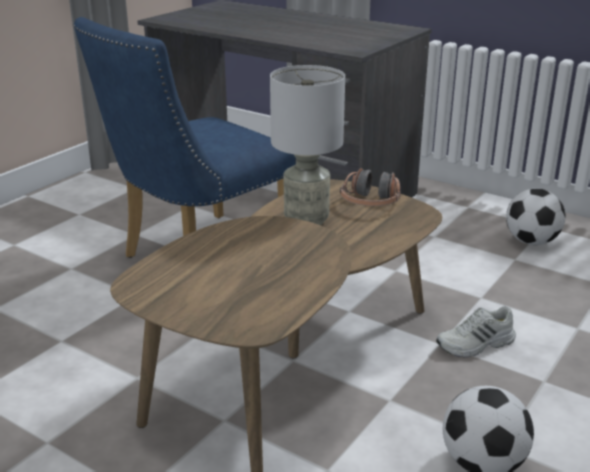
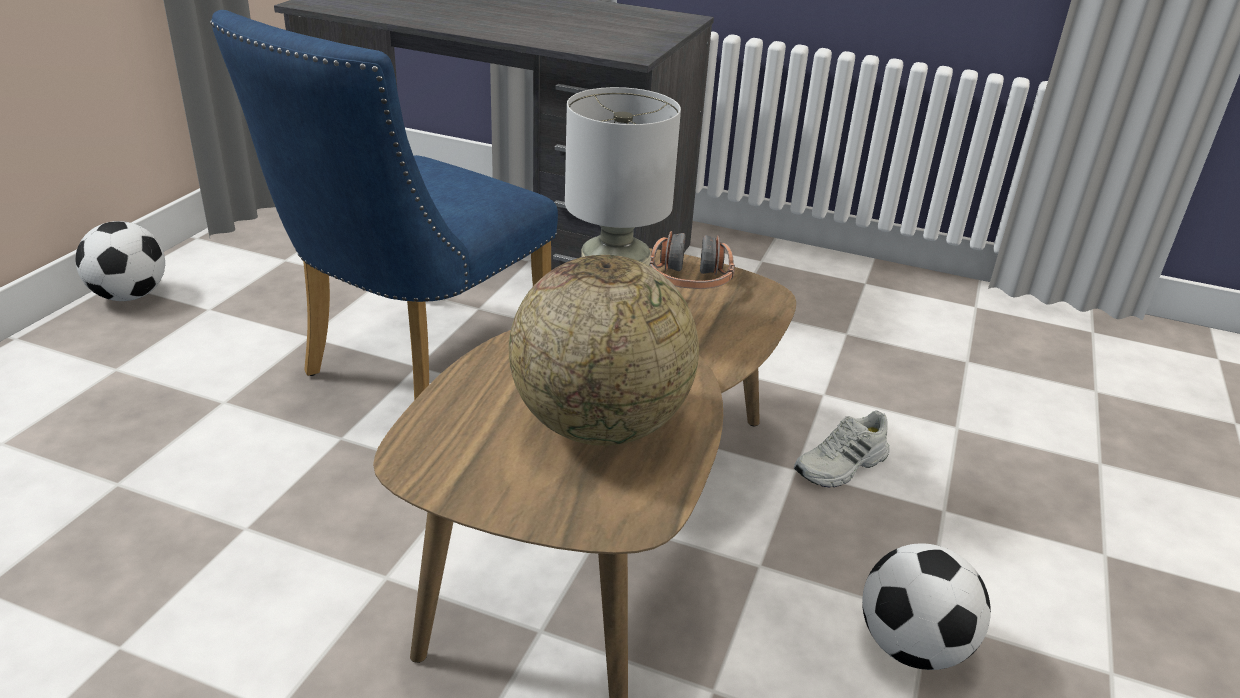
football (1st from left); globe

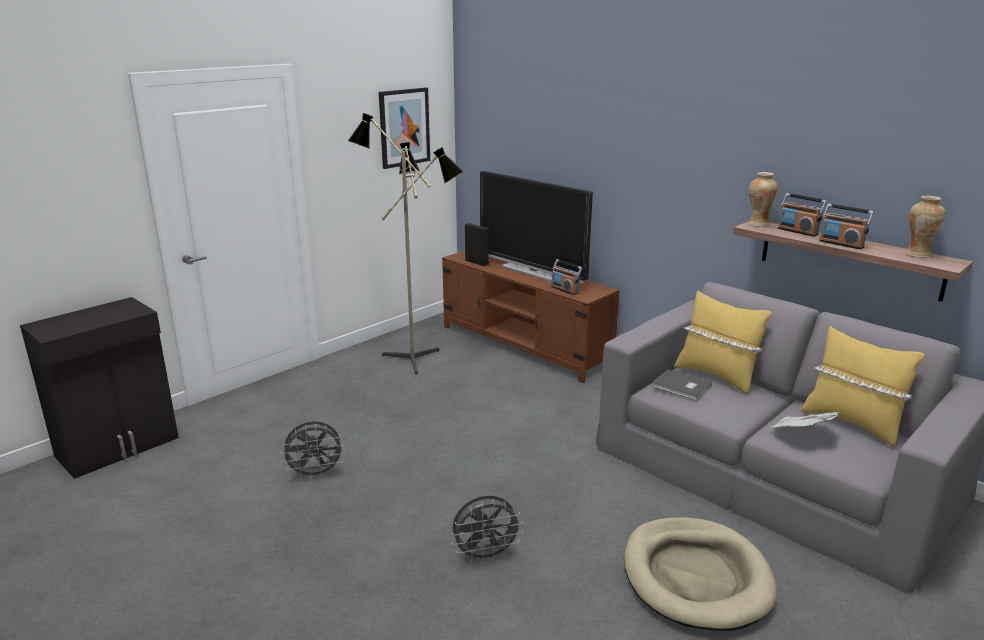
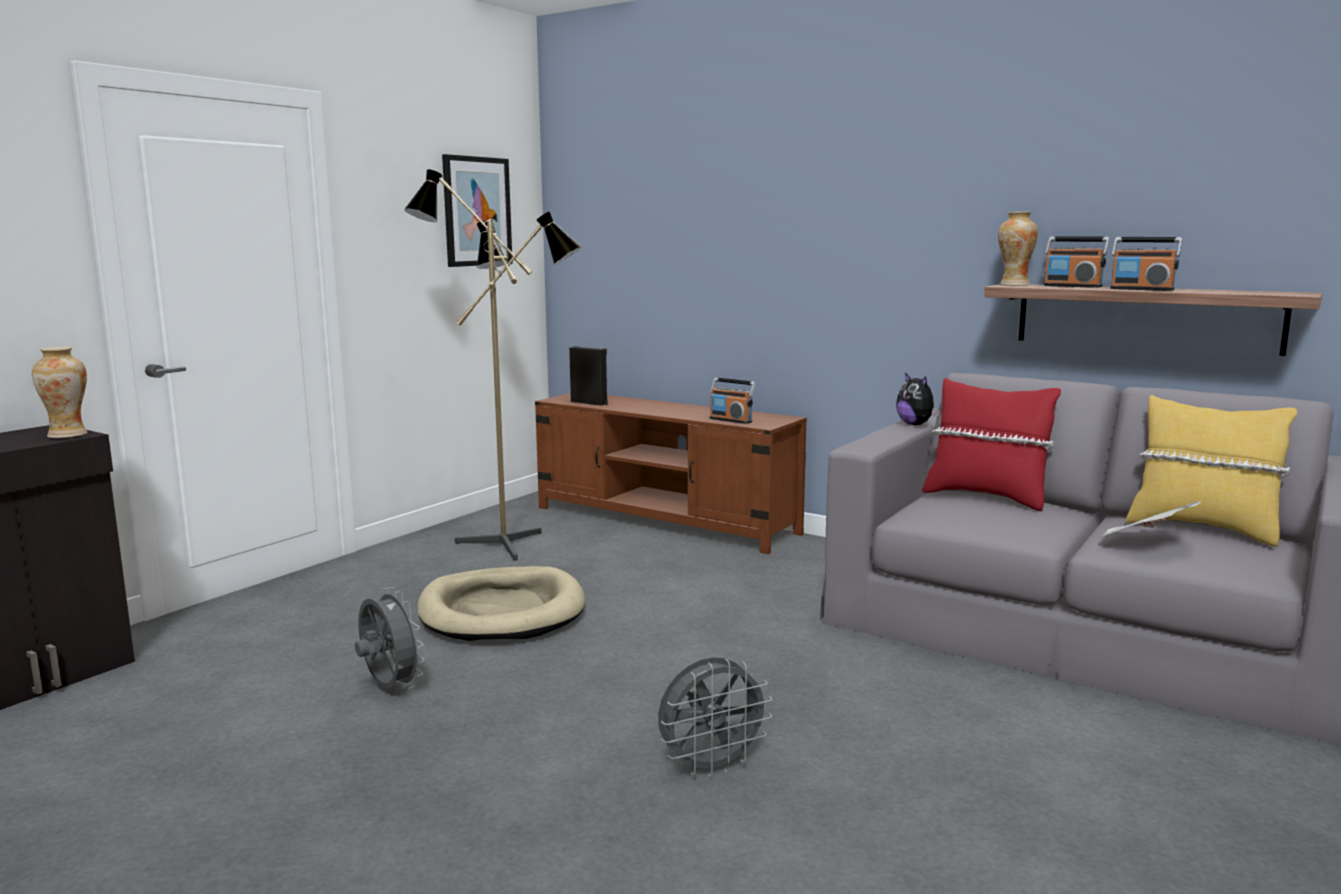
television; vase (1st from left); red pillow; grey book; grey fan (1st from left); beige dog bed; plush toy

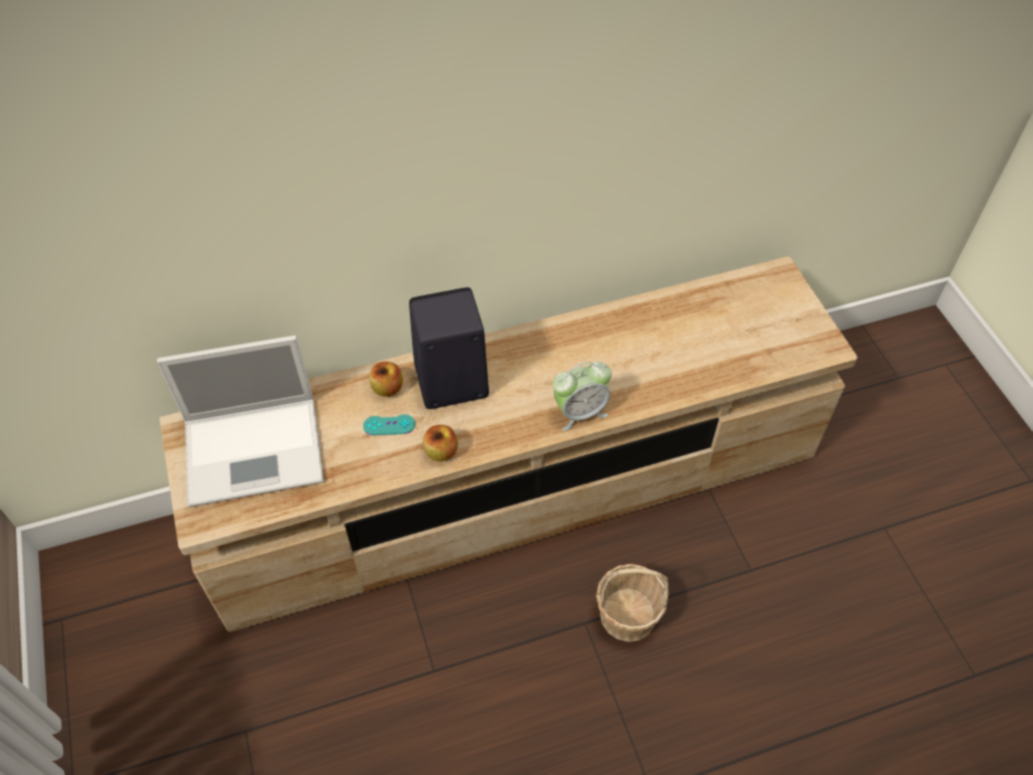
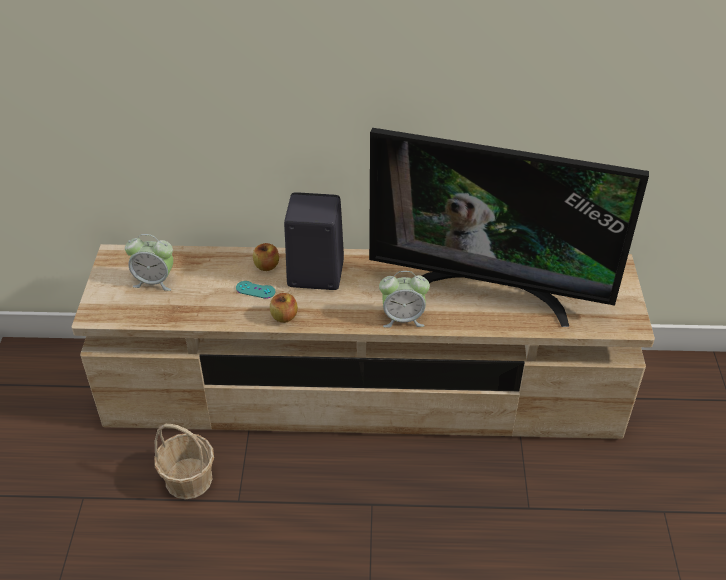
alarm clock (1st from left); basket; television

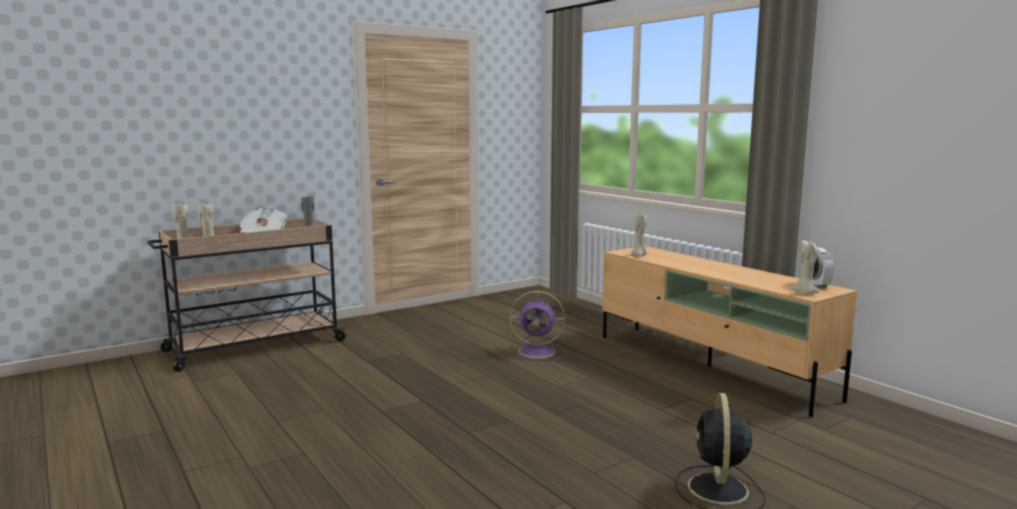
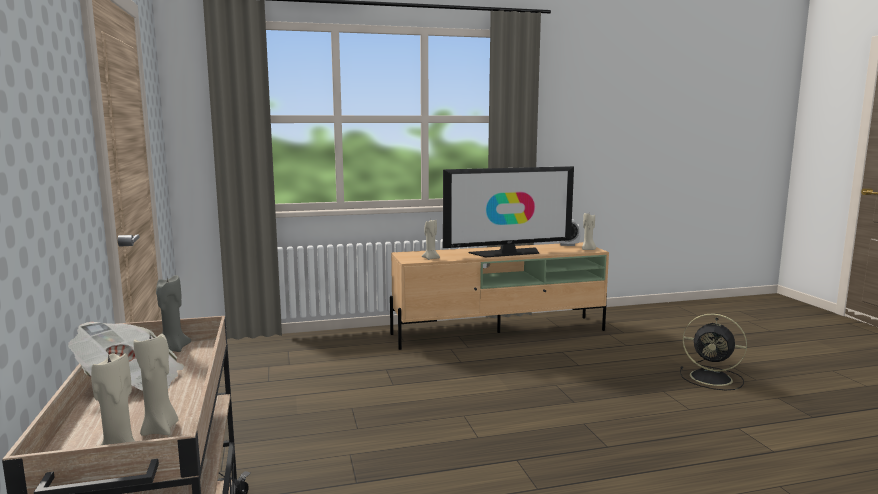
purple fan; television

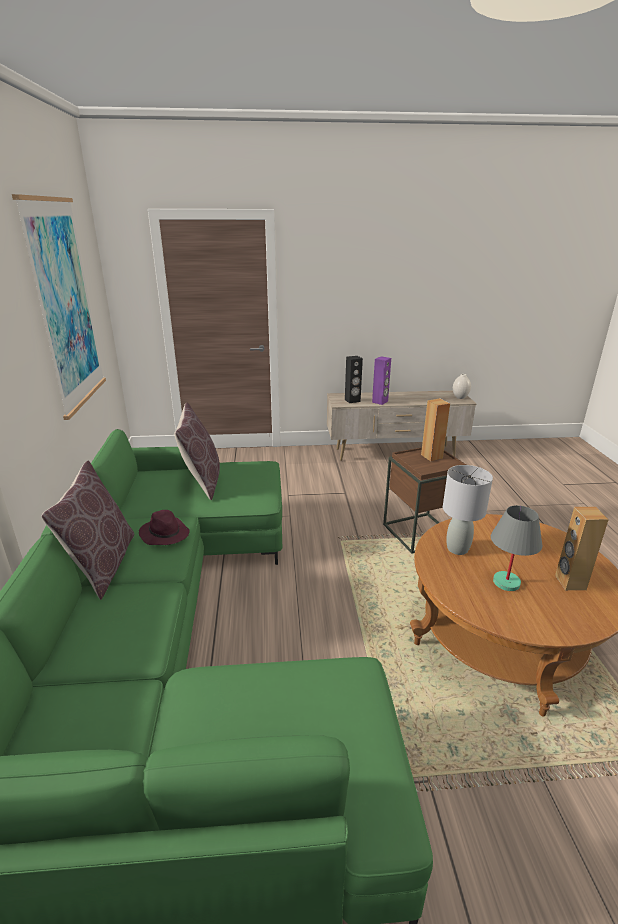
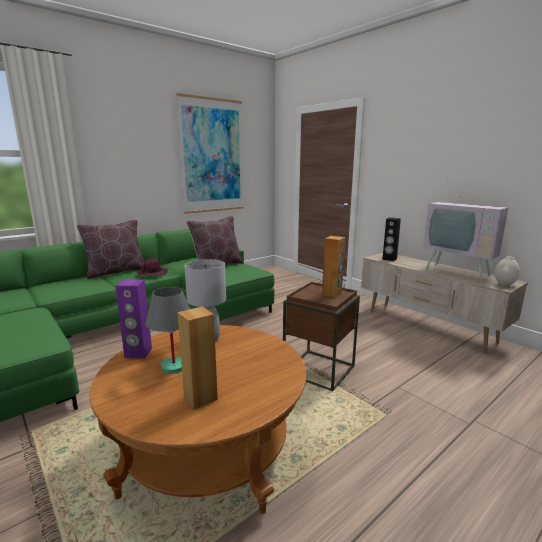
purple speaker; television

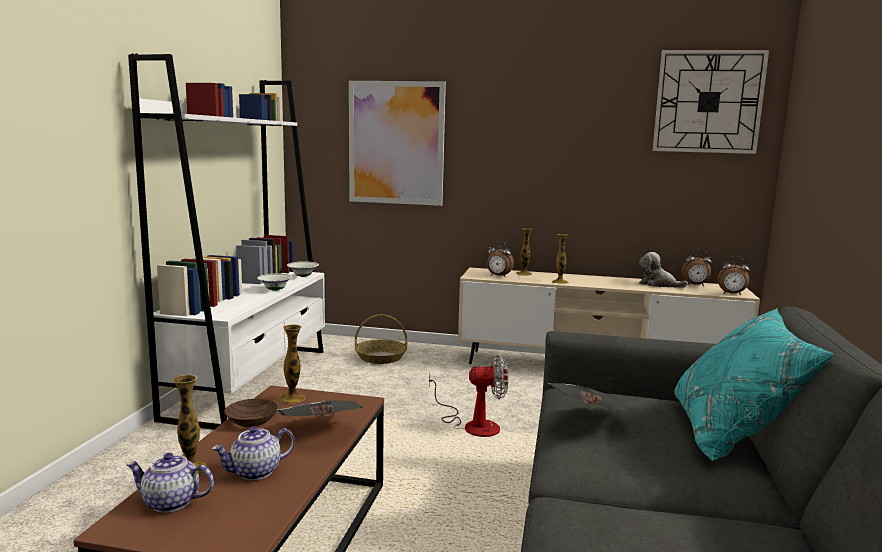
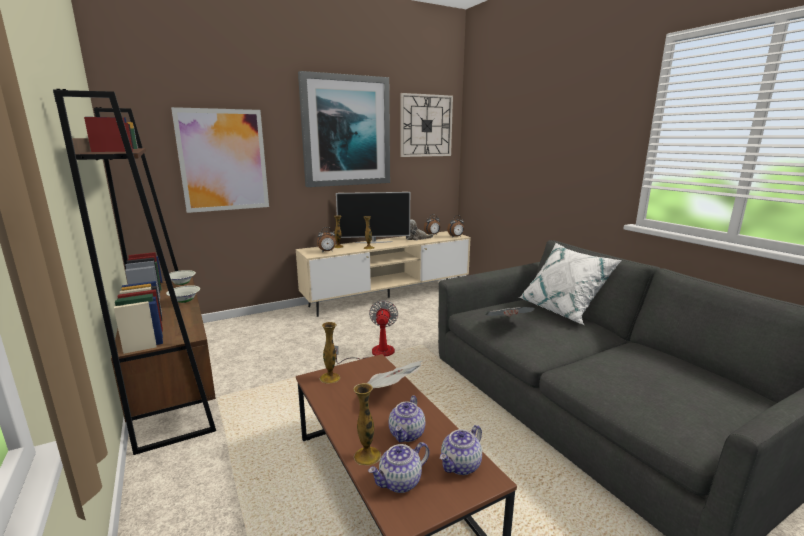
brown bookcase; white pillow; basket; fan; brown bowl; picture (2nd from left); television; teapot (3rd from left)

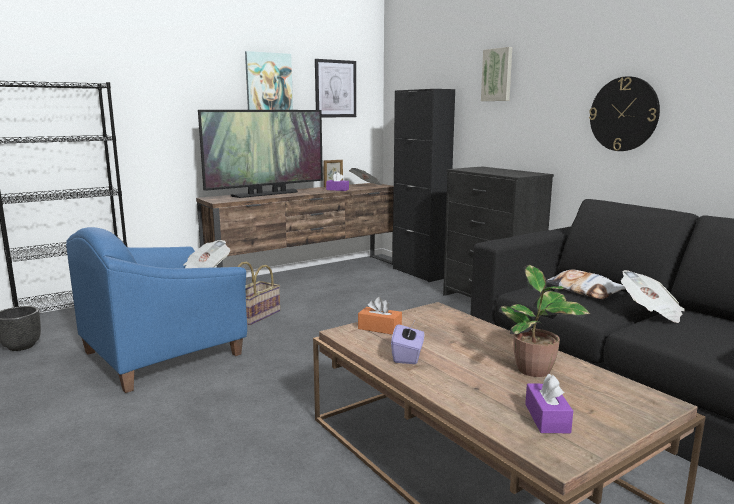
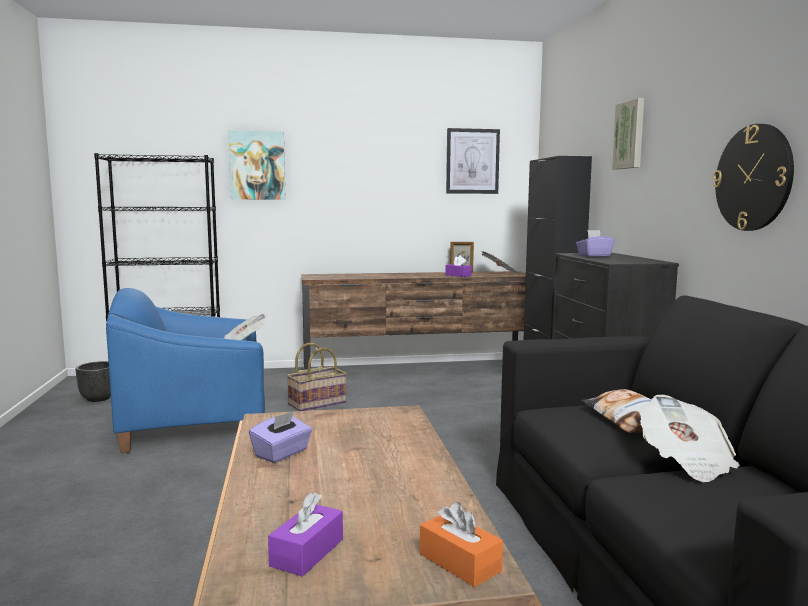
picture (1st from left); television; potted plant; orange tissue box; purple tissue box (4th from left)

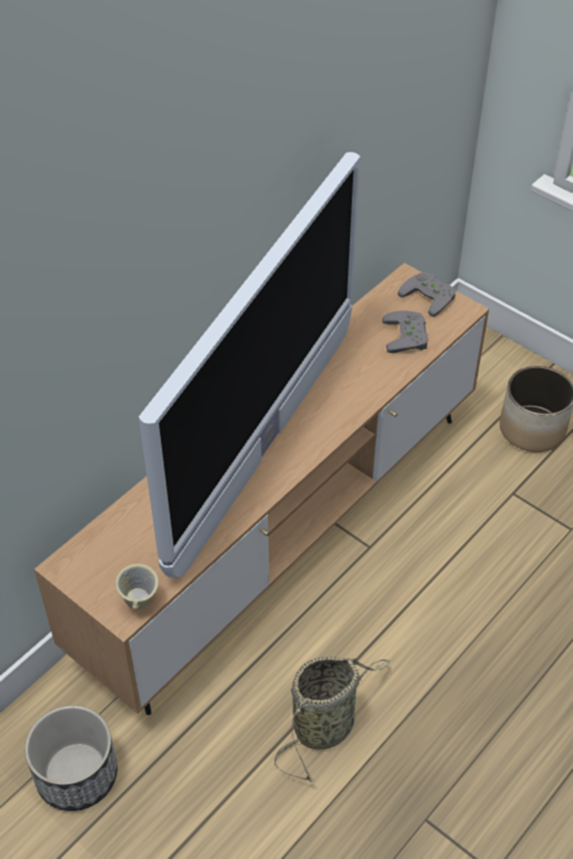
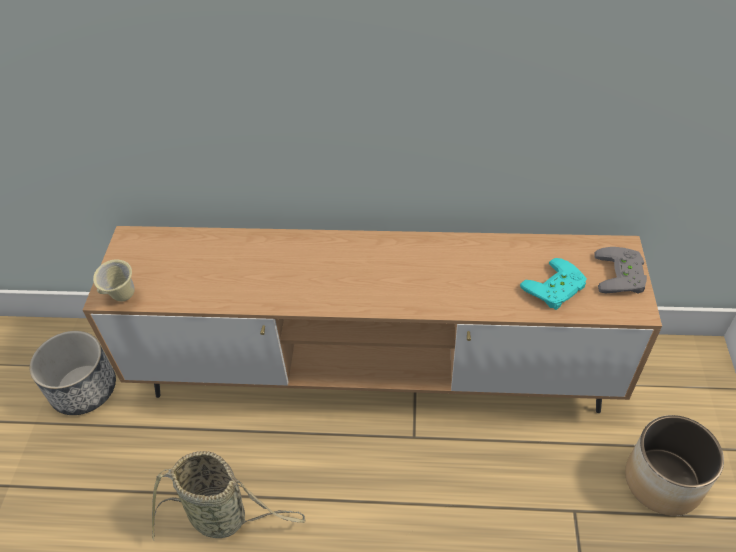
television; turquoise game controller

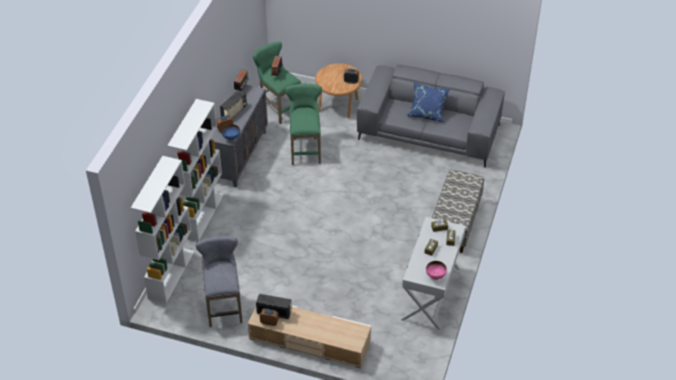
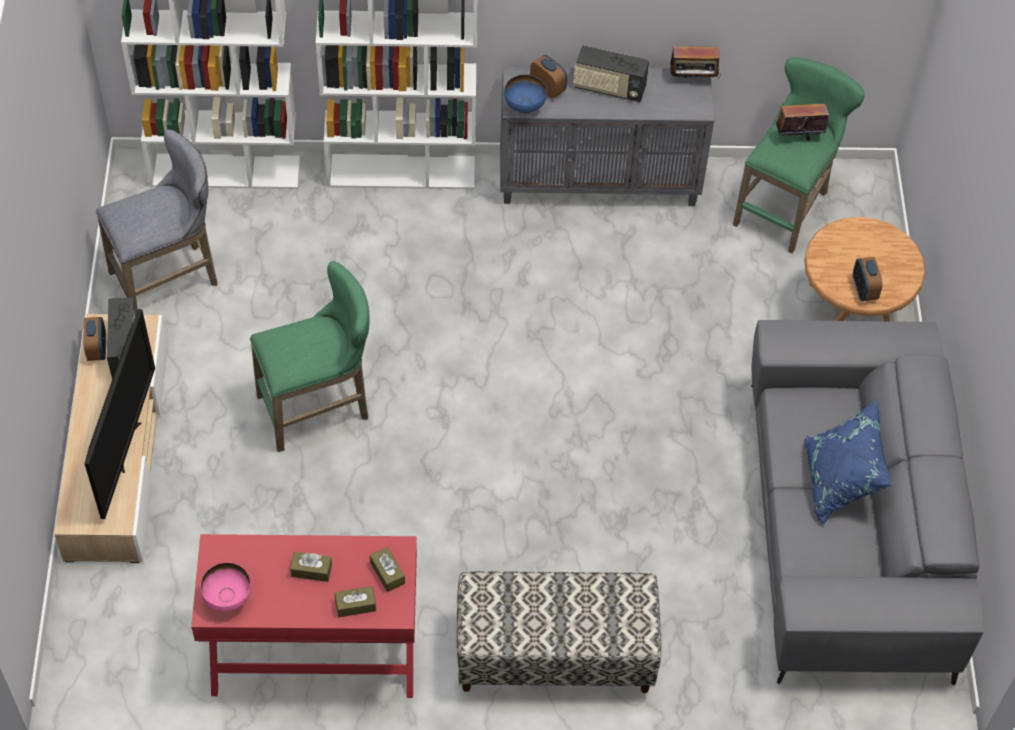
green stool (1st from left); red console table; television

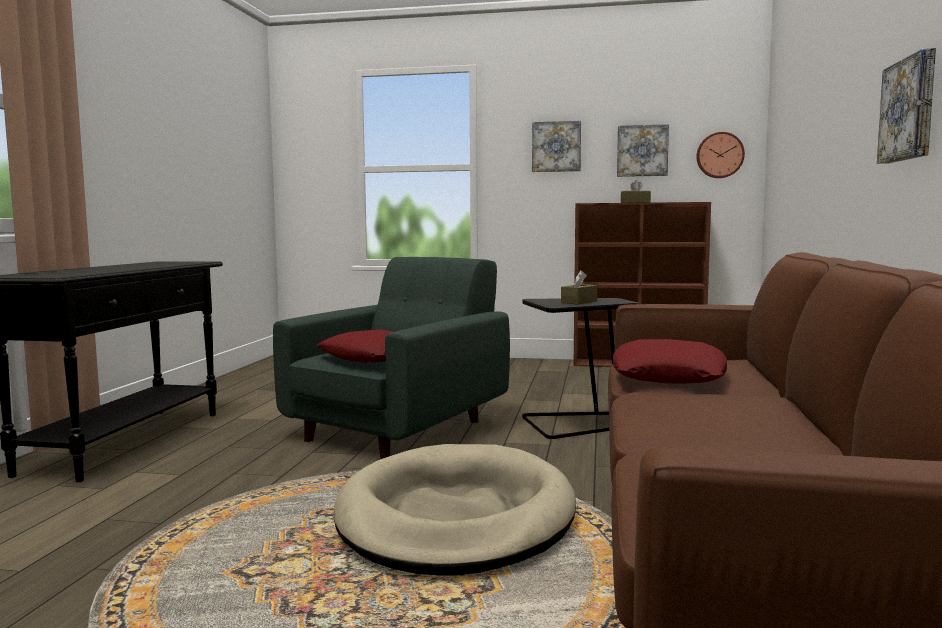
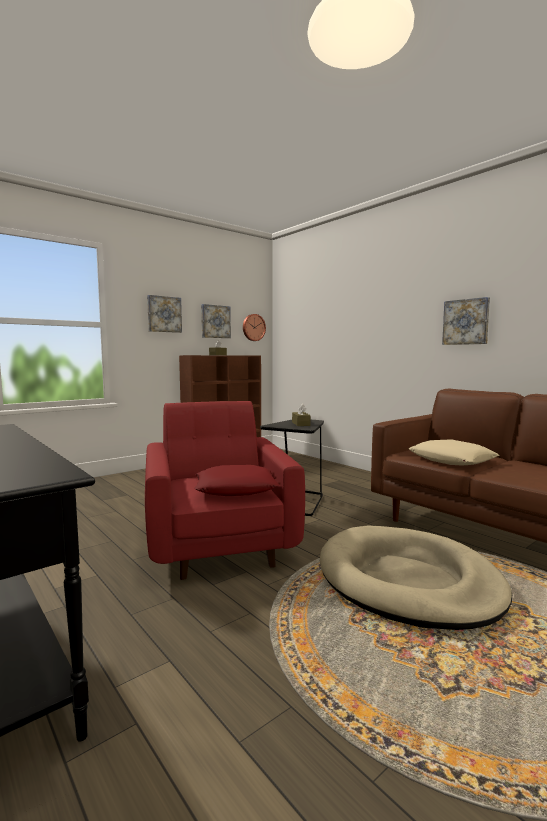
red armchair; beige pillow

